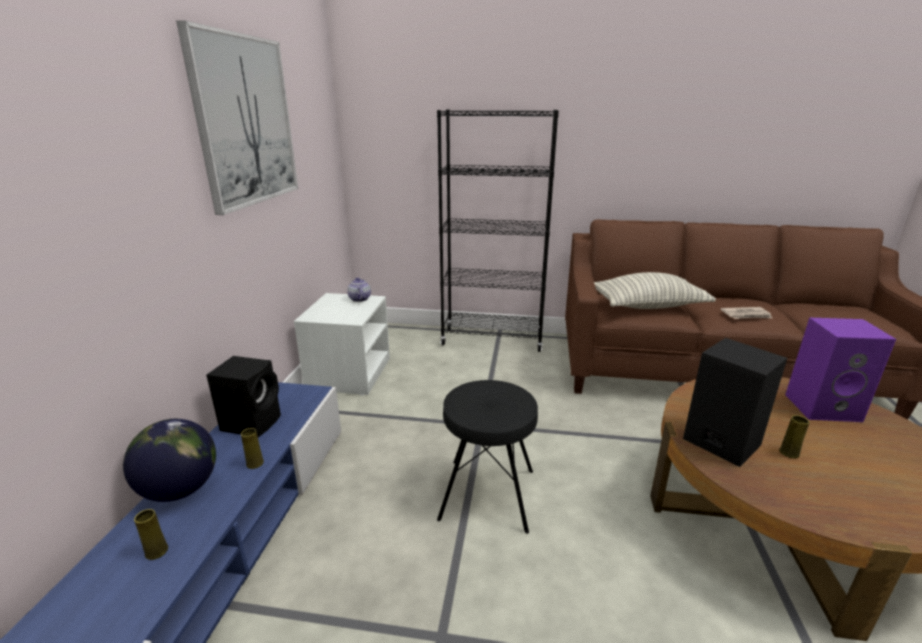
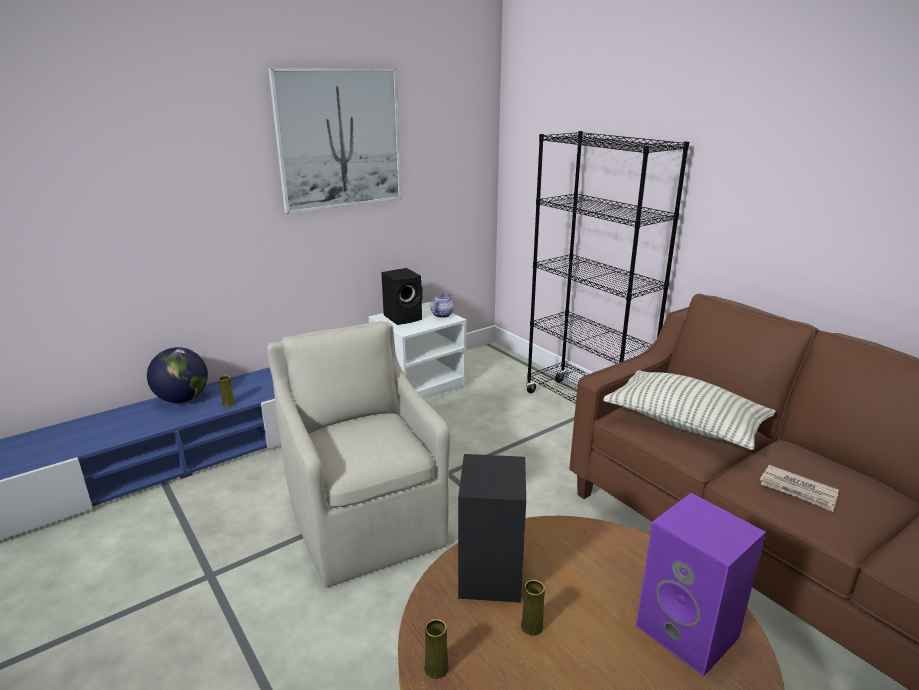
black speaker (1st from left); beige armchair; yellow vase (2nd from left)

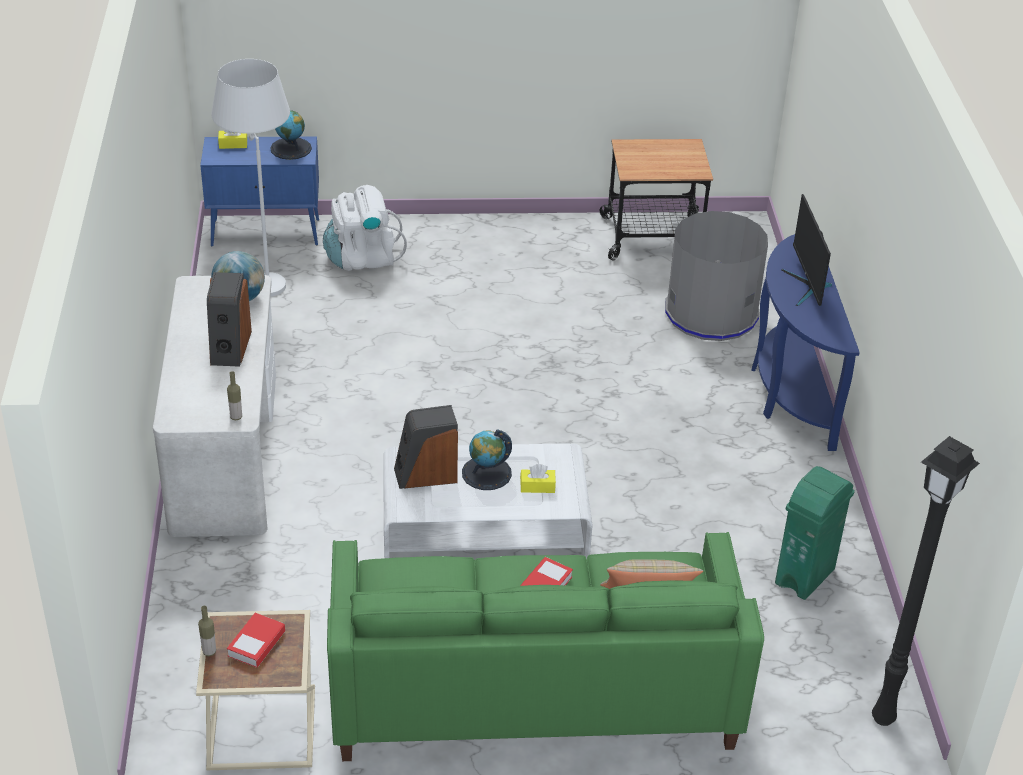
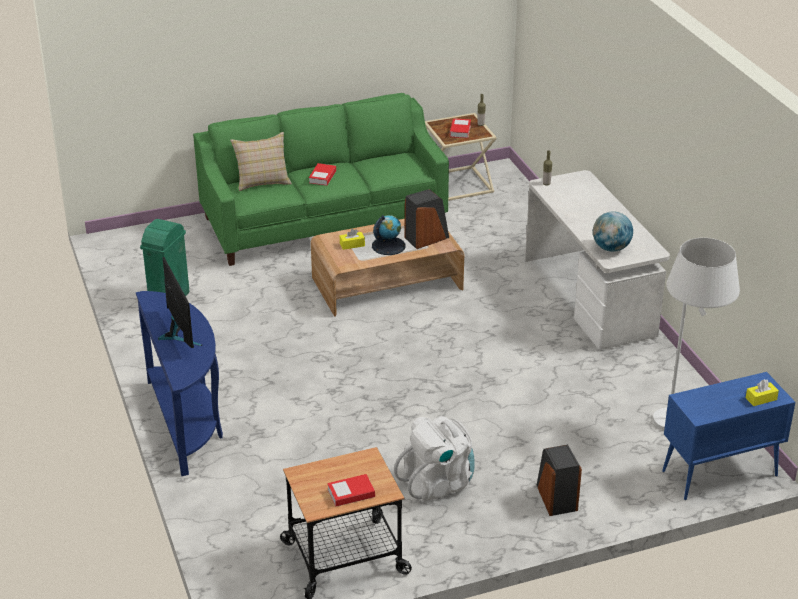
globe (2nd from left in the first image); white backpack; grey trash can; speaker (2nd from left); black floor lamp; brown coffee table; book (2nd from left)

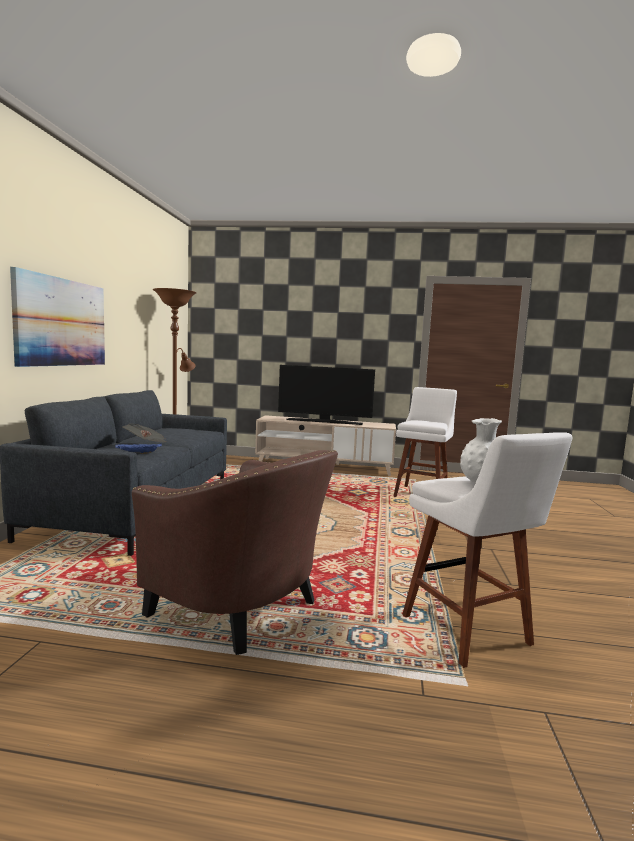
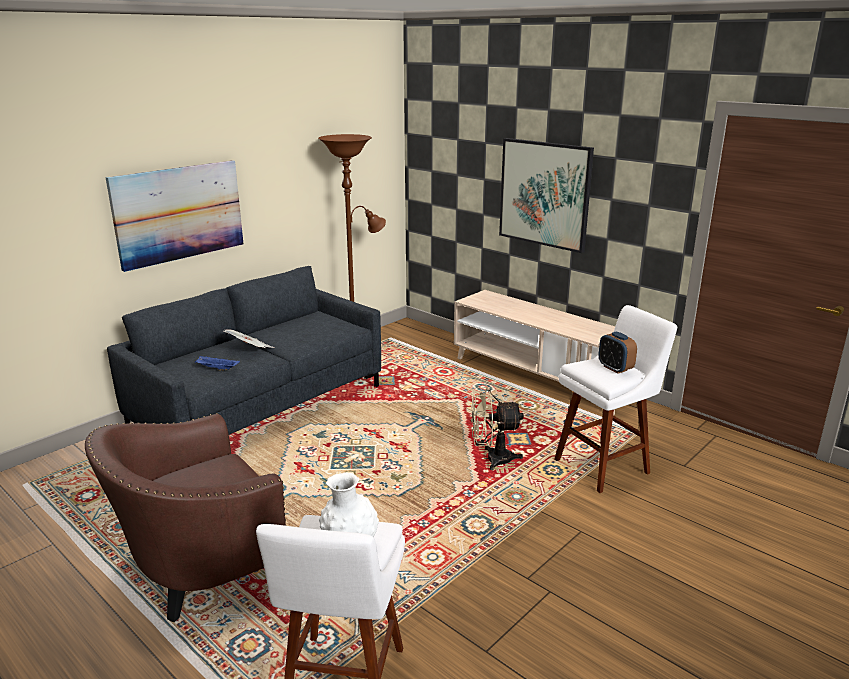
television; brown armchair; picture (2nd from left); alarm clock; beige fan

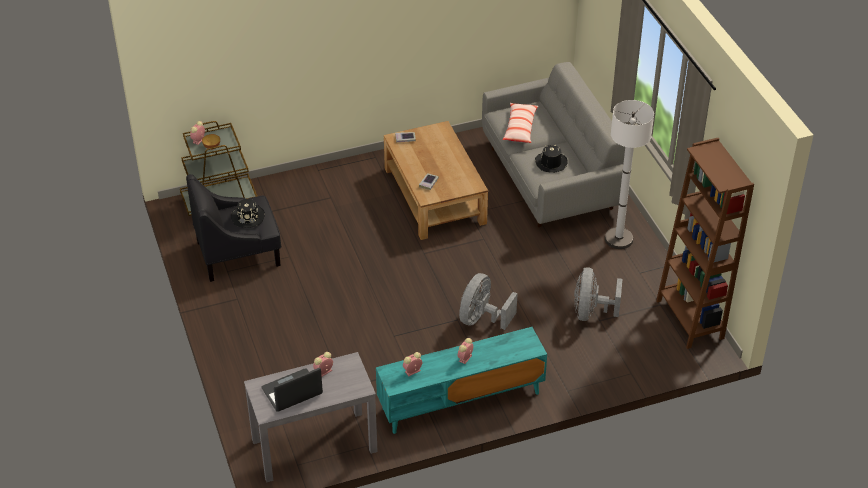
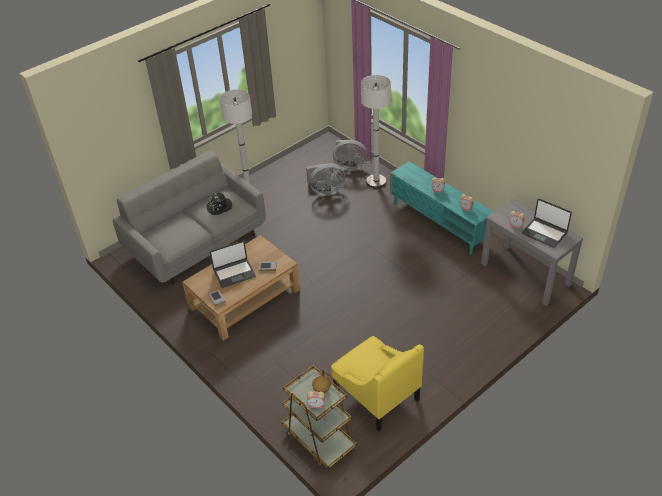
pillow; brown bookcase; yellow armchair; black hat (1st from left in the first image); grey fan (2nd from left); white floor lamp (2nd from left); laptop (1st from left)

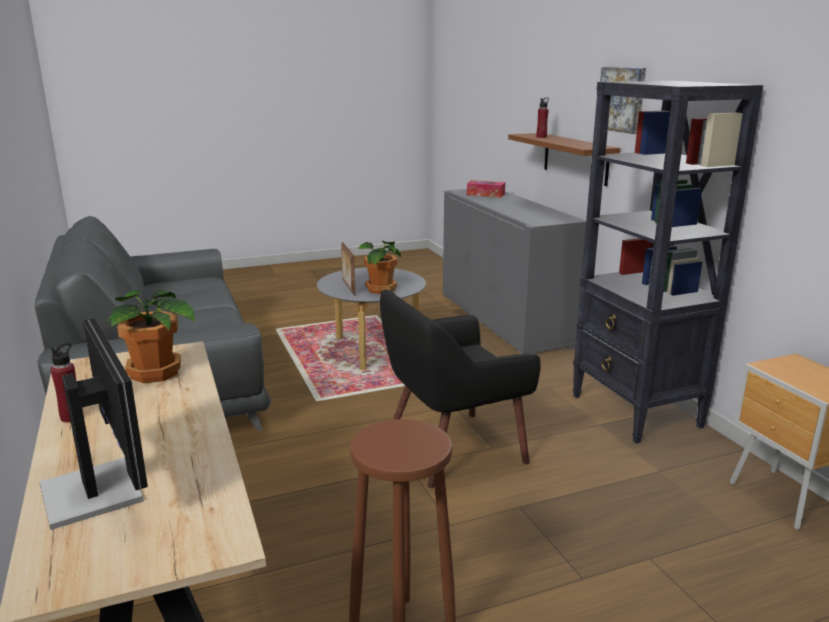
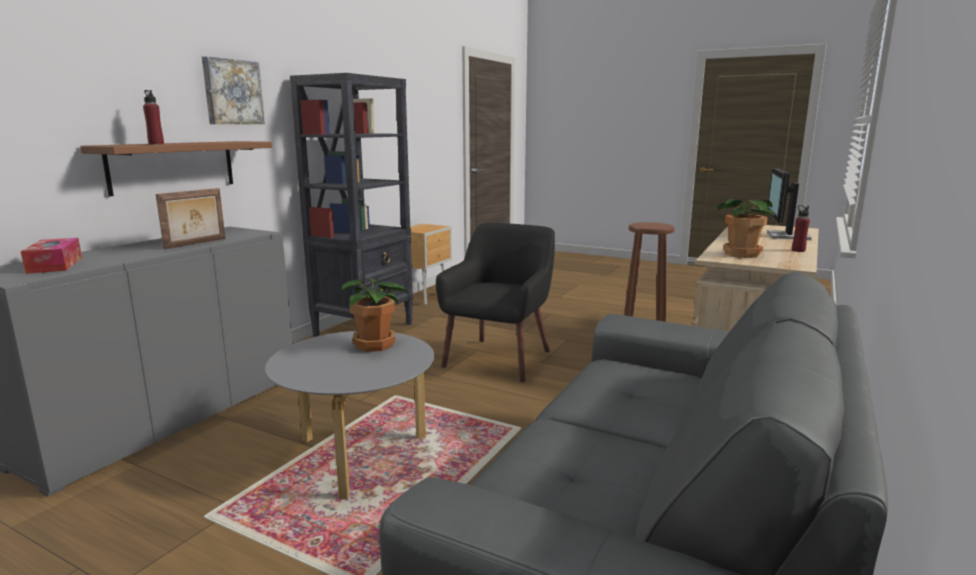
picture frame; black armchair

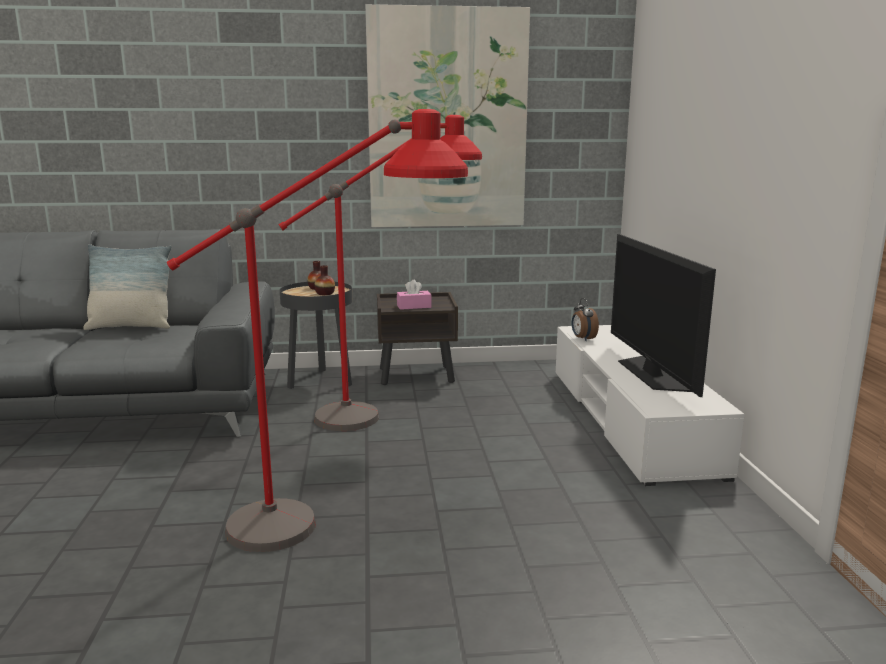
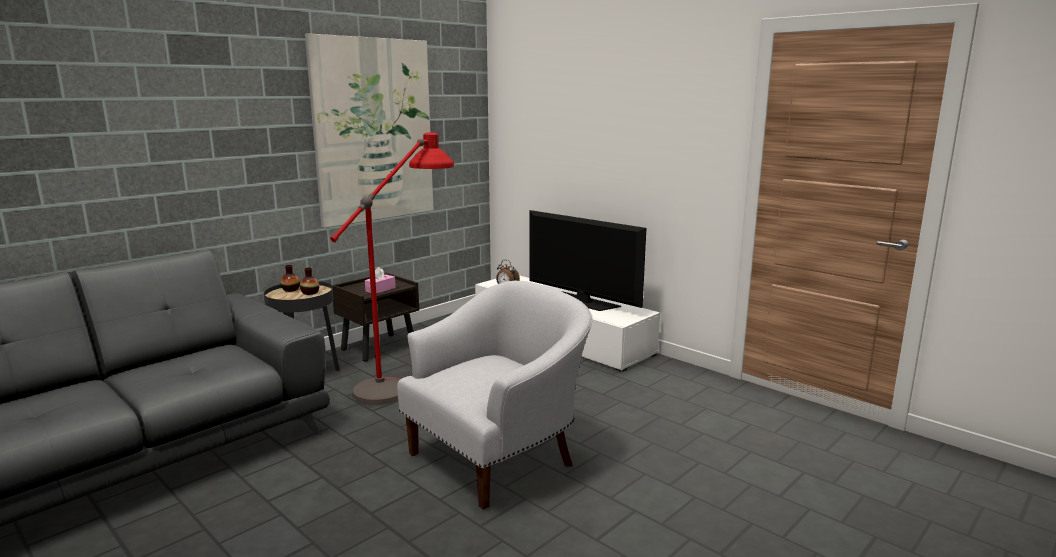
white armchair; pillow

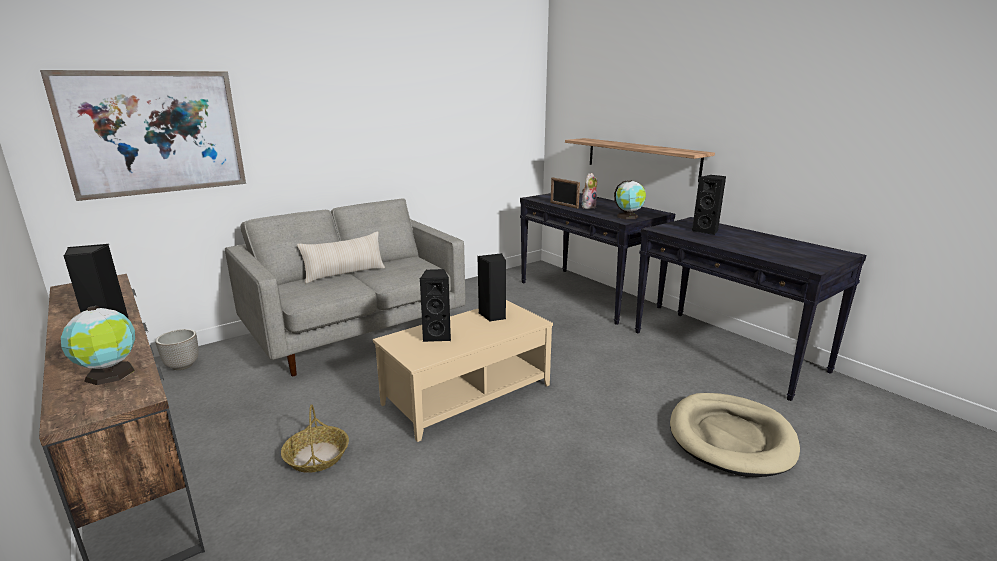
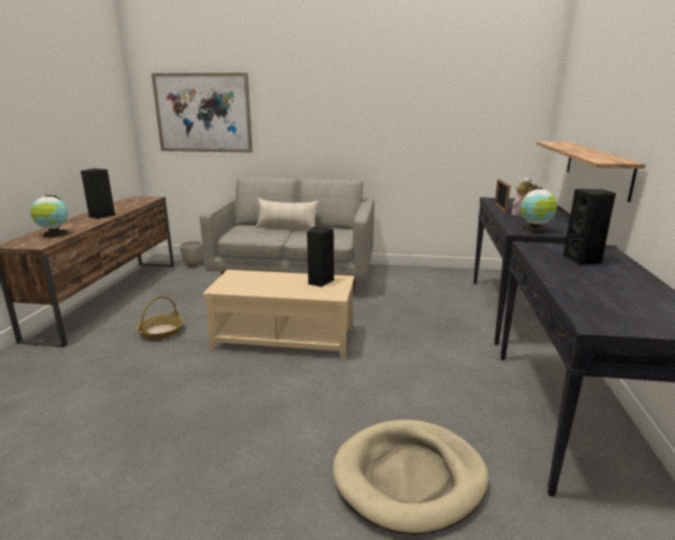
black speaker (2nd from left in the first image)

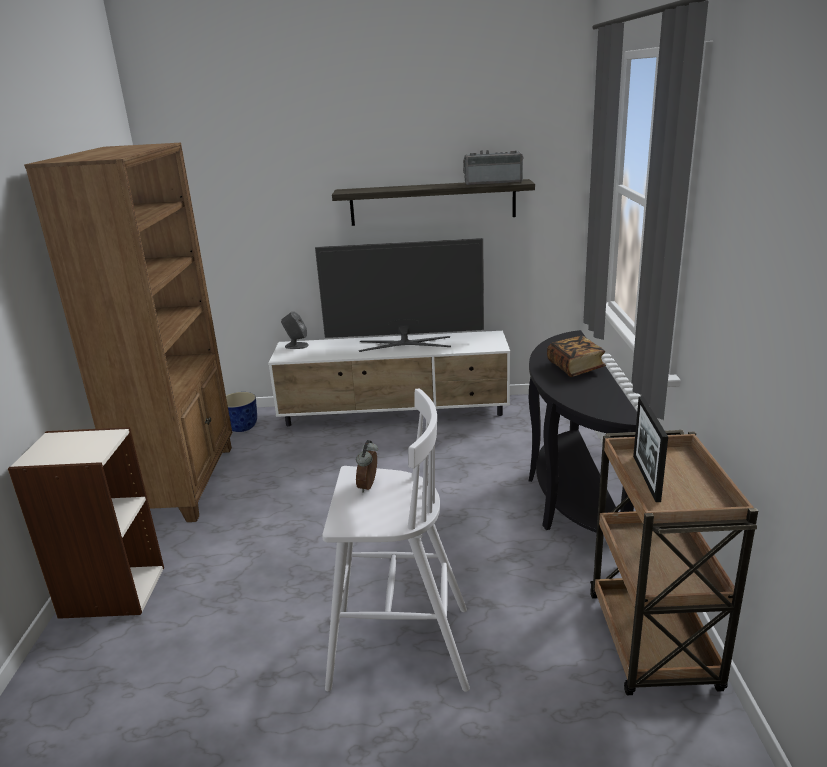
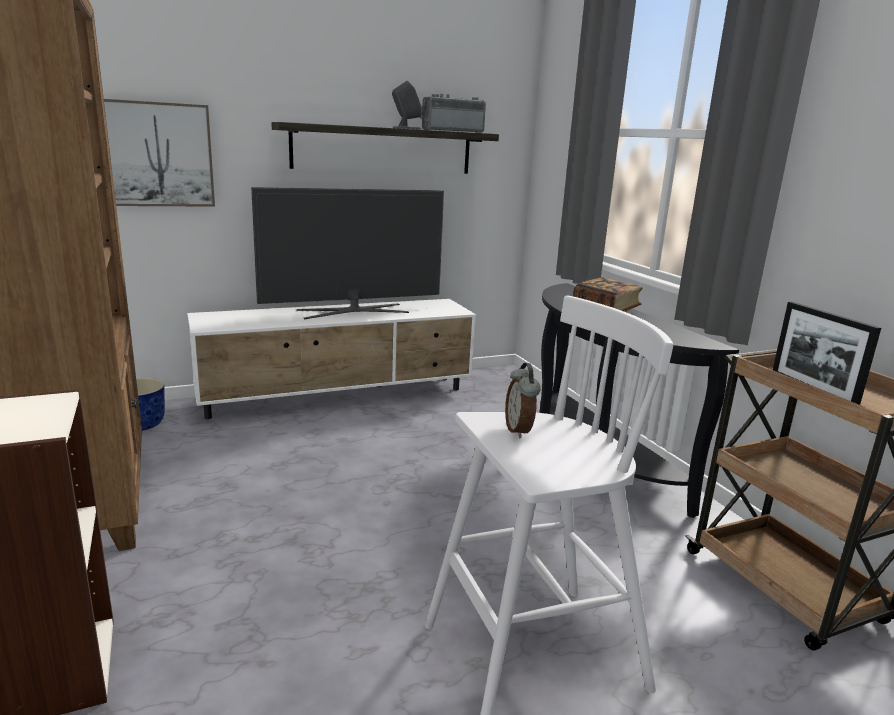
grey speaker; picture

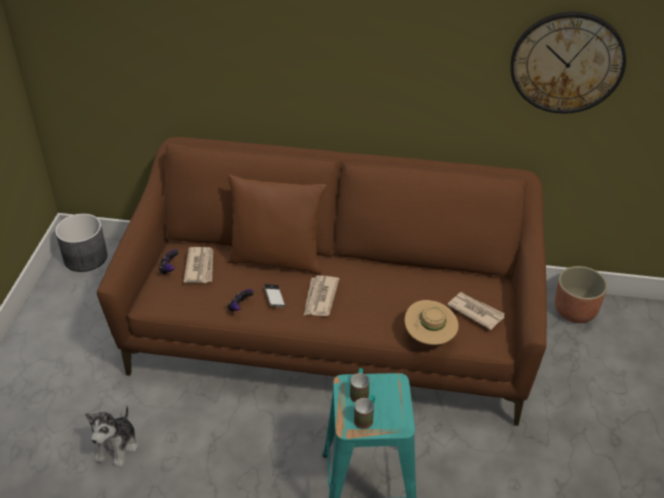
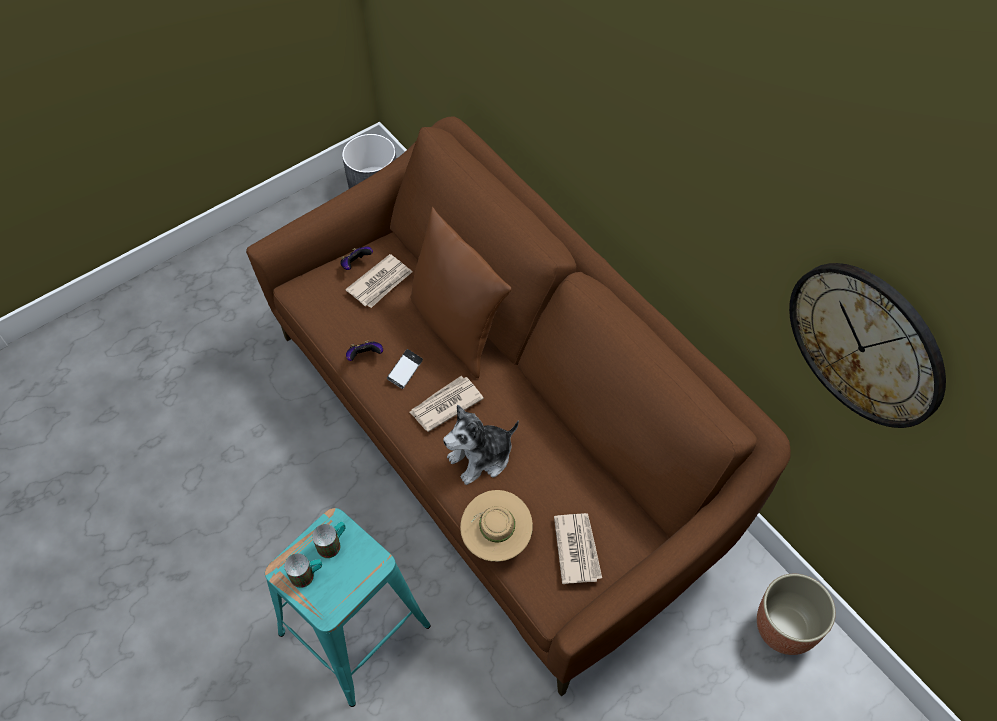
plush toy

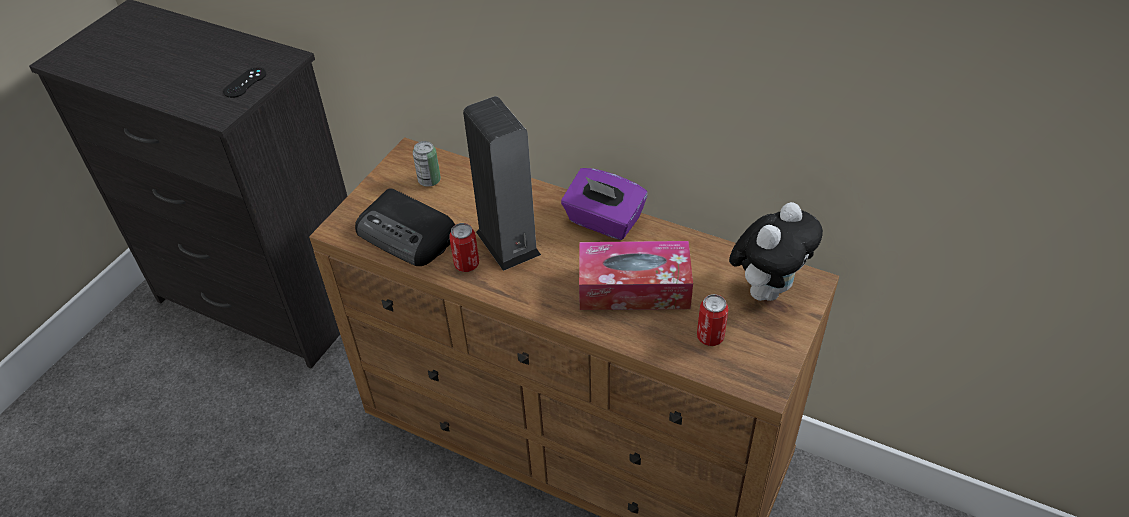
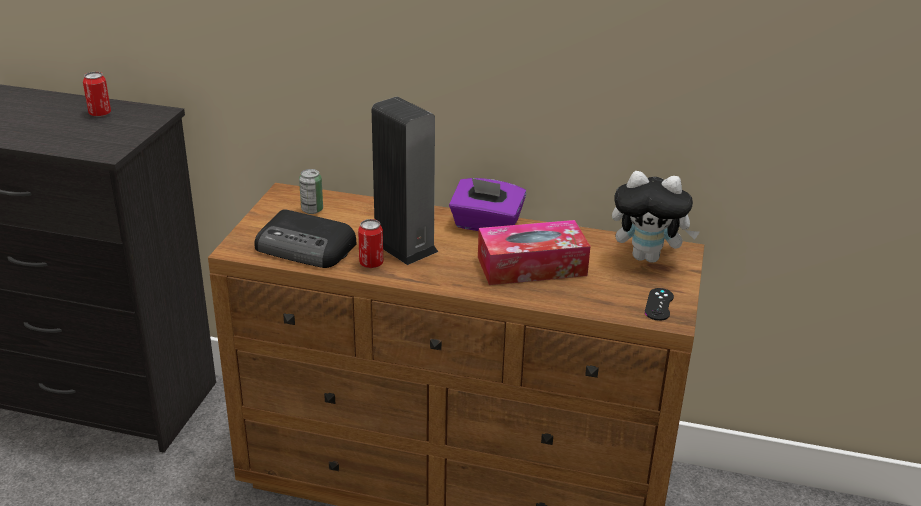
black game controller; plush toy; can (1st from left)

